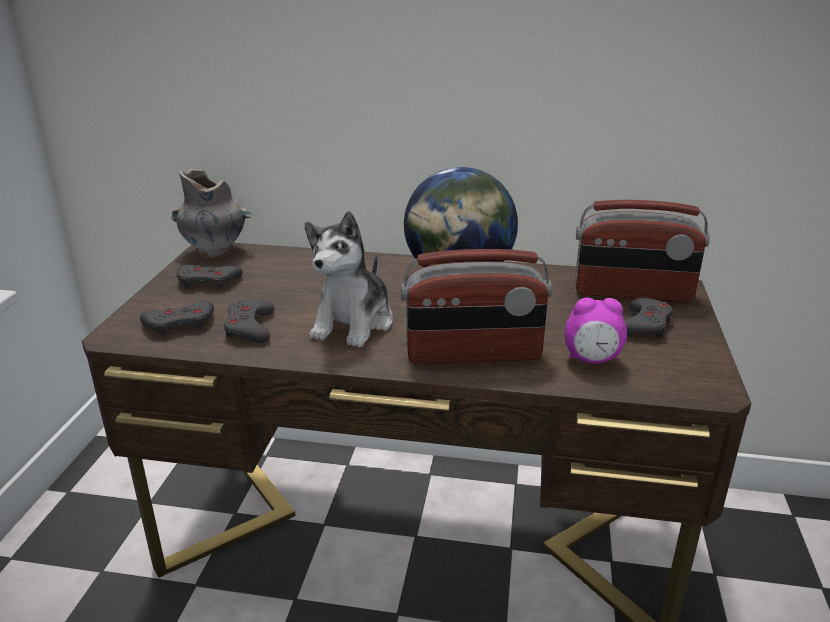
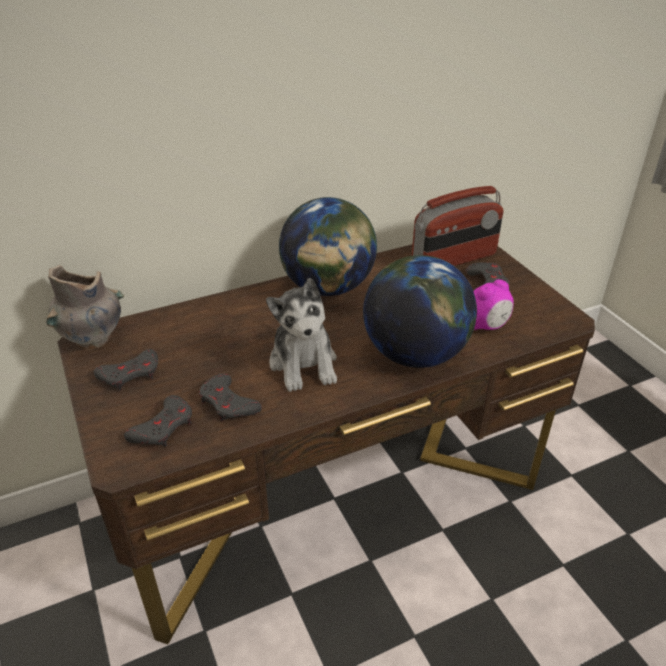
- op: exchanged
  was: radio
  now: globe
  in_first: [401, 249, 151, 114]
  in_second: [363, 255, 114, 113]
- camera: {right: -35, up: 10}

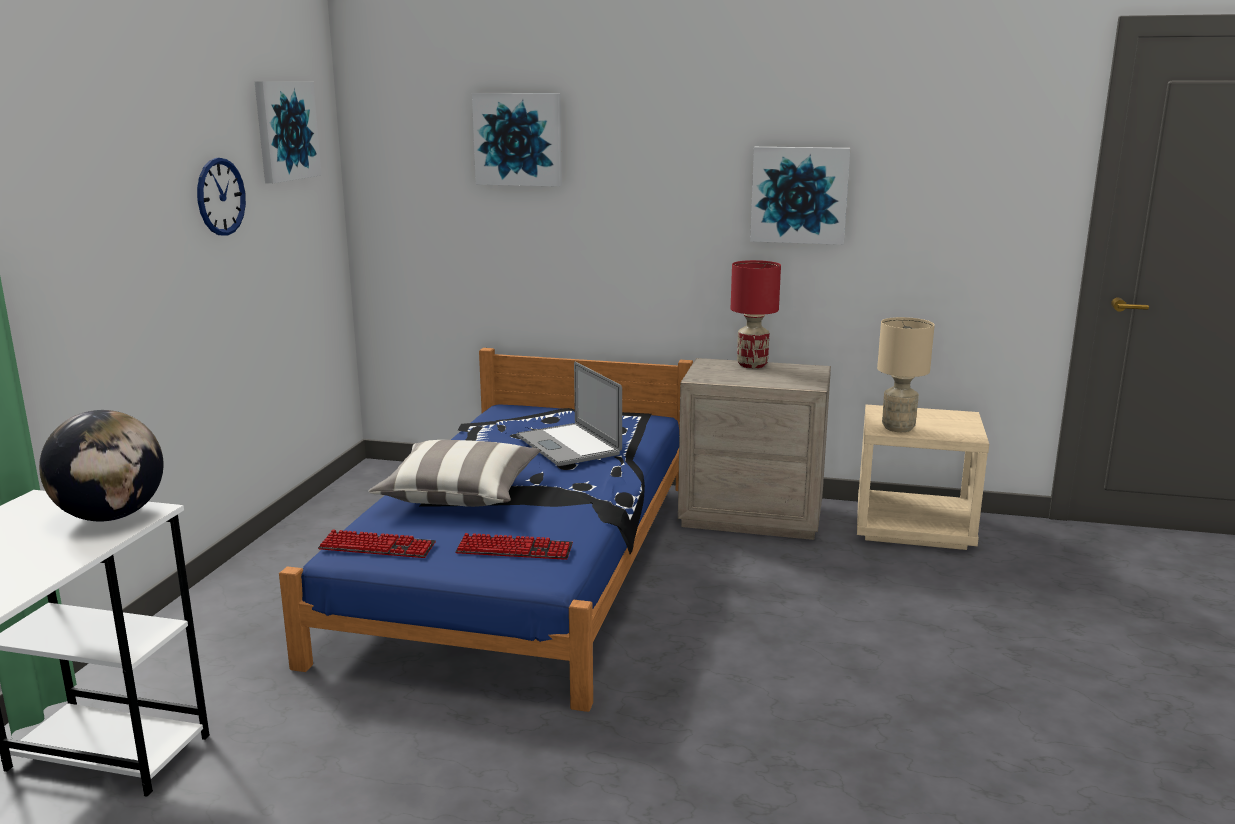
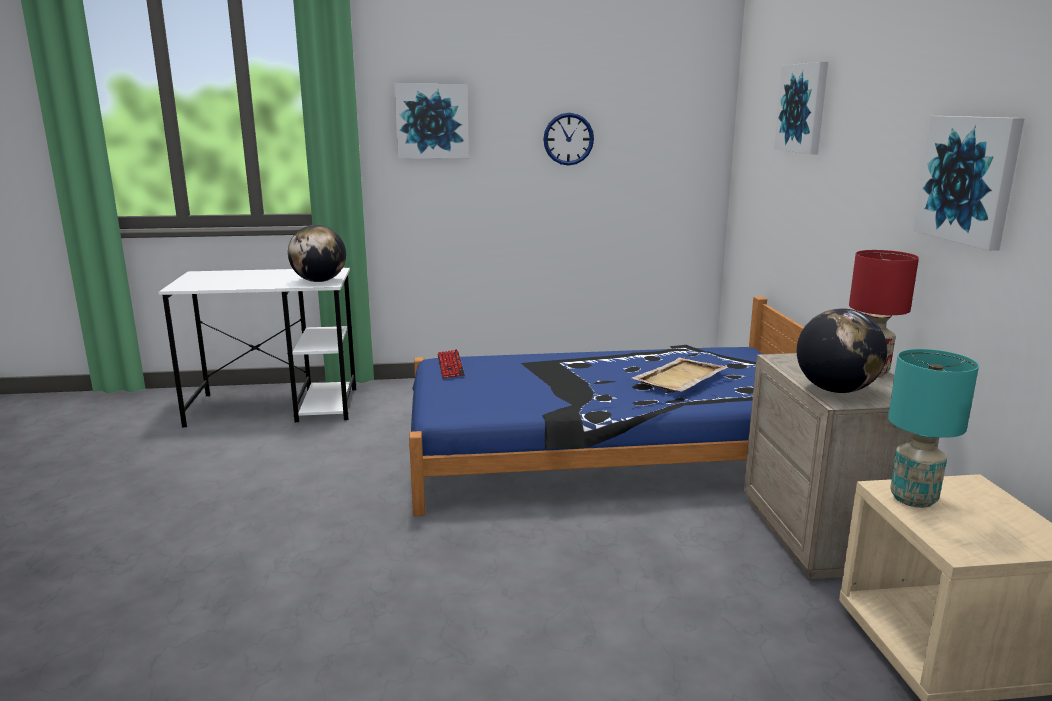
- op: relocated
  was: picture
  in_first: [255, 81, 66, 102]
  in_second: [394, 84, 75, 75]
- op: colour
  was: table lamp (beige)
  now: table lamp (turquoise)
  in_first: [877, 317, 58, 115]
  in_second: [888, 349, 91, 159]
- op: exchanged
  was: laptop
  now: tray (beige)
  in_first: [516, 361, 106, 105]
  in_second: [631, 358, 97, 33]
- op: missing
  was: pillow
  in_first: [369, 440, 171, 67]
- op: missing
  was: keyboard
  in_first: [455, 533, 118, 27]
- op: appeared
  now: globe
  in_second: [797, 308, 90, 85]
- camera: {right: 70, up: 0}

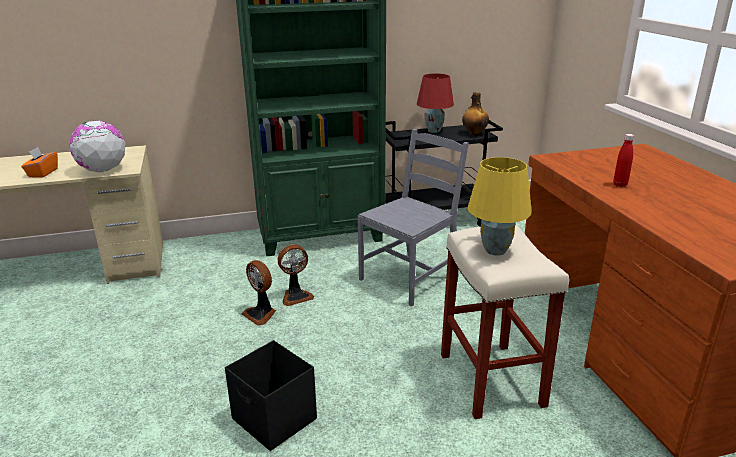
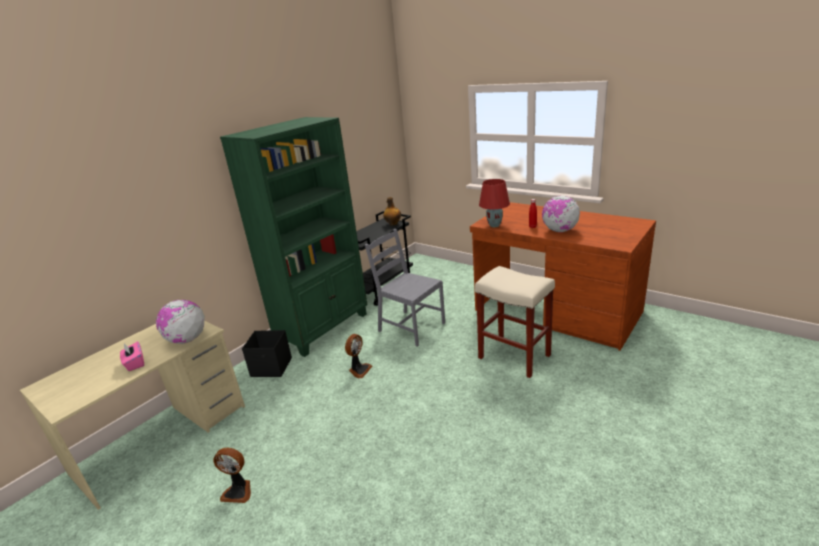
- op: relocated
  was: table lamp (red)
  in_first: [417, 74, 37, 59]
  in_second: [479, 179, 31, 48]
- op: spun
  was: chair (grey)
  in_first: [358, 129, 111, 178]
  in_second: [365, 229, 80, 118]
  clockwise: -60
- op: colour
  was: tissue box (orange)
  now: tissue box (pink)
  in_first: [21, 147, 37, 31]
  in_second: [120, 342, 24, 29]
- op: missing
  was: table lamp (yellow)
  in_first: [467, 157, 65, 98]
- op: relocated
  was: fan
  in_first: [242, 260, 34, 65]
  in_second: [213, 448, 38, 55]
- op: relocated
  was: storage box (black)
  in_first: [225, 340, 92, 111]
  in_second: [242, 330, 50, 47]
- op: appeared
  now: globe
  in_second: [542, 195, 38, 37]
- camera: {right: -35, up: 0}

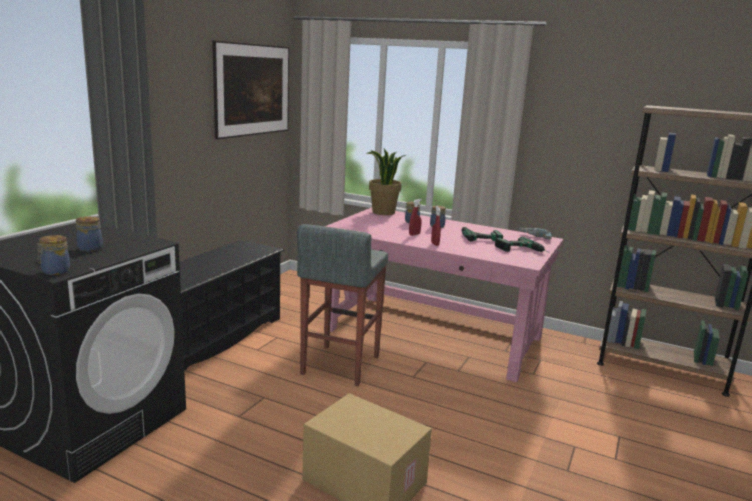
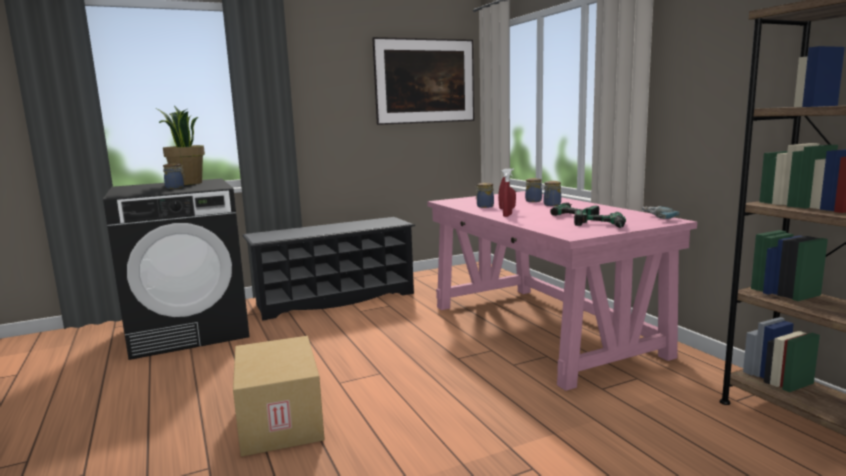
- op: relocated
  was: potted plant
  in_first: [366, 149, 40, 66]
  in_second: [156, 106, 49, 79]
- op: missing
  was: stool (grey)
  in_first: [297, 224, 91, 163]
- op: relocated
  was: jar
  in_first: [37, 235, 33, 40]
  in_second: [475, 183, 19, 25]
- camera: {right: 40, up: -5}

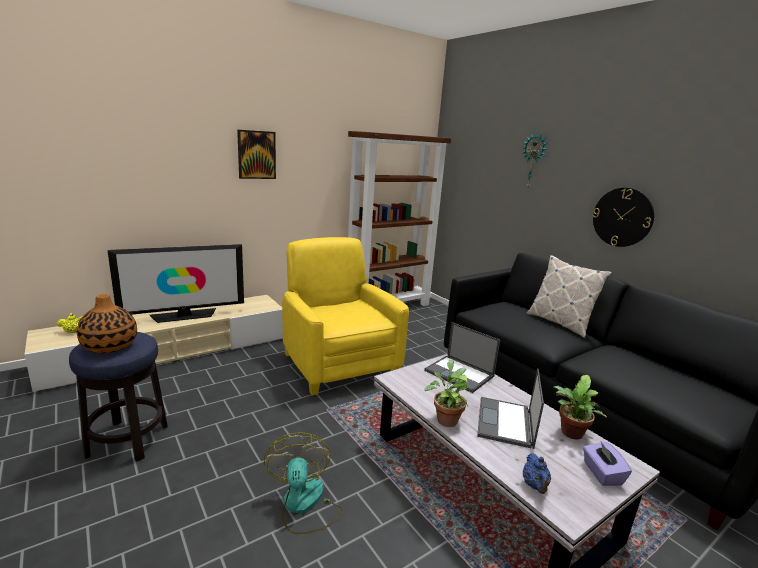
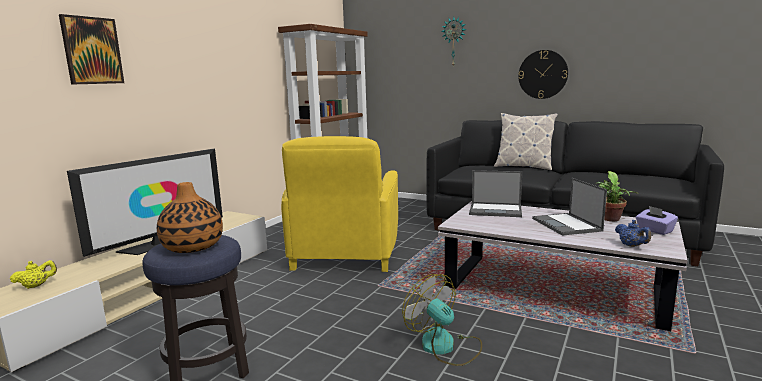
- op: relocated
  was: picture
  in_first: [237, 130, 39, 49]
  in_second: [59, 14, 65, 71]
- op: spun
  was: armchair (yellow)
  in_first: [282, 237, 127, 159]
  in_second: [281, 136, 117, 136]
  clockwise: -120
- op: missing
  was: potted plant
  in_first: [424, 360, 46, 67]
- camera: {right: -25, up: -5}

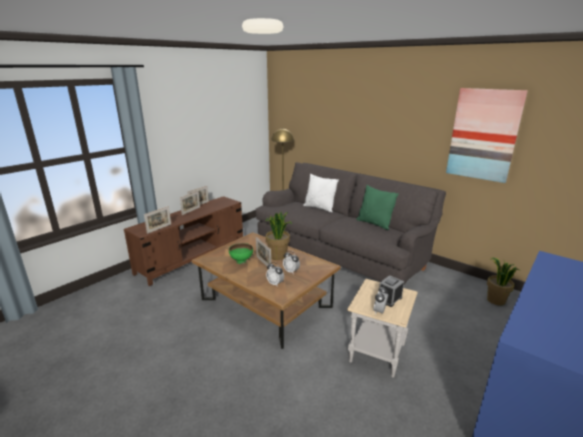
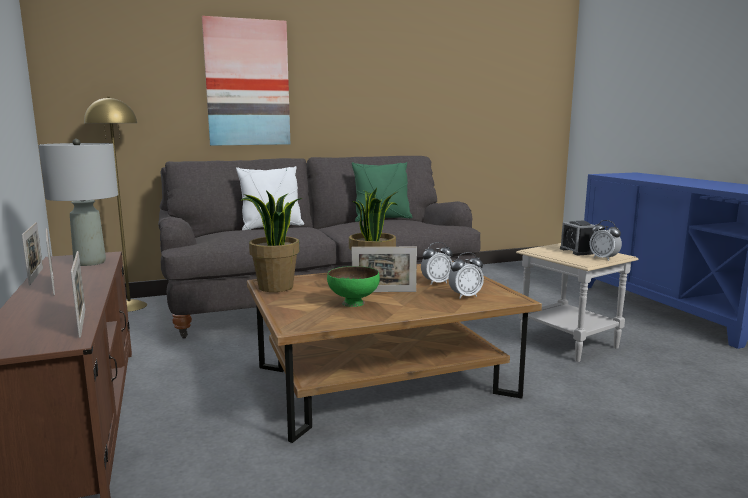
- op: relocated
  was: picture
  in_first: [446, 88, 82, 95]
  in_second: [202, 16, 88, 130]
- op: relocated
  was: potted plant
  in_first: [487, 258, 32, 48]
  in_second: [240, 190, 62, 102]
- op: appeared
  now: table lamp (grey)
  in_second: [38, 139, 80, 127]
- camera: {right: -60, up: -10}

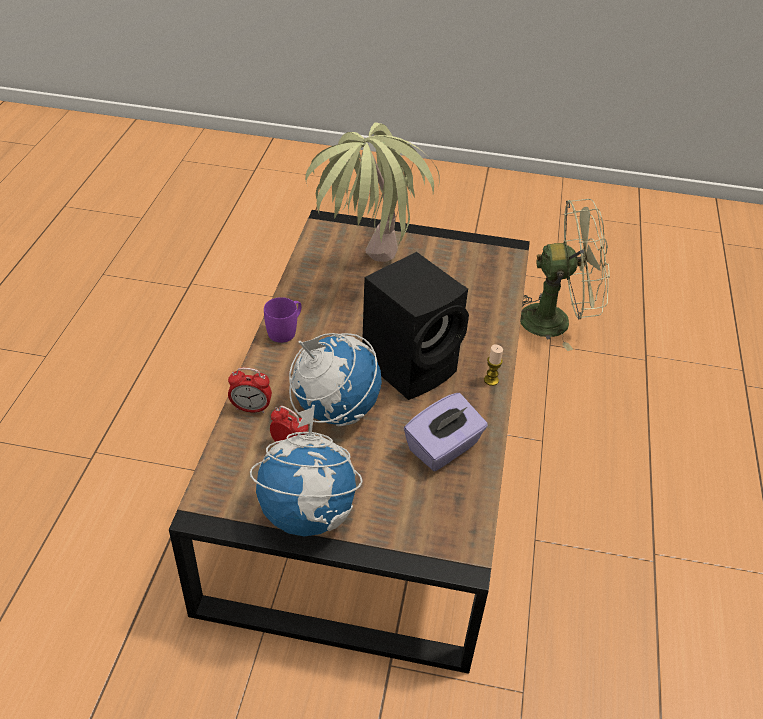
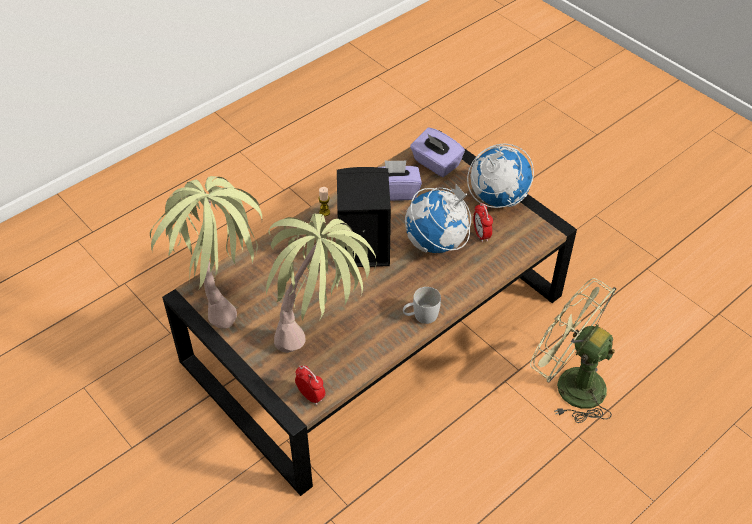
- op: relocated
  was: fan (green)
  in_first: [520, 199, 90, 152]
  in_second: [530, 278, 86, 145]
- op: colour
  was: mug (purple)
  now: mug (white)
  in_first: [264, 297, 38, 46]
  in_second: [403, 287, 38, 37]
- op: relocated
  was: alarm clock
  in_first: [228, 368, 44, 45]
  in_second: [295, 366, 31, 39]
- op: appeared
  now: tissue box (purple)
  in_second: [410, 127, 55, 50]
- op: appeared
  now: potted plant
  in_second: [150, 176, 112, 153]
- camera: {right: -140, up: 5}

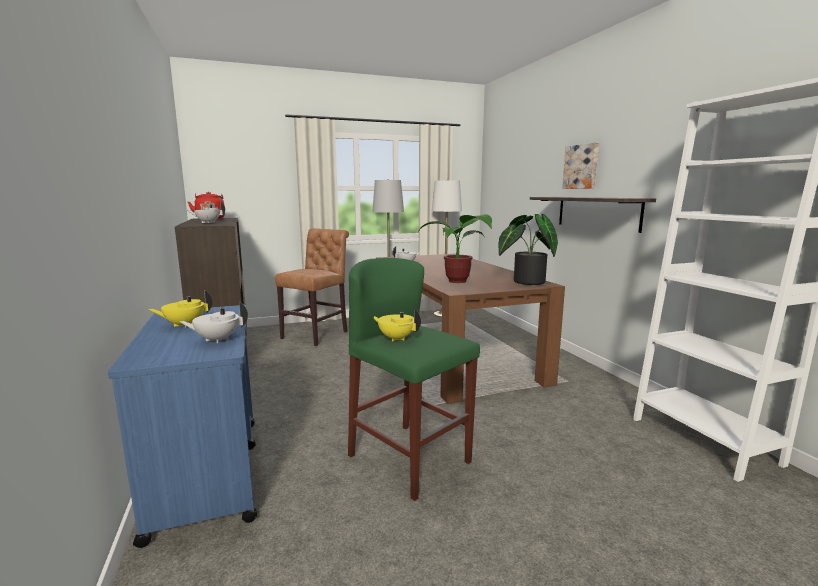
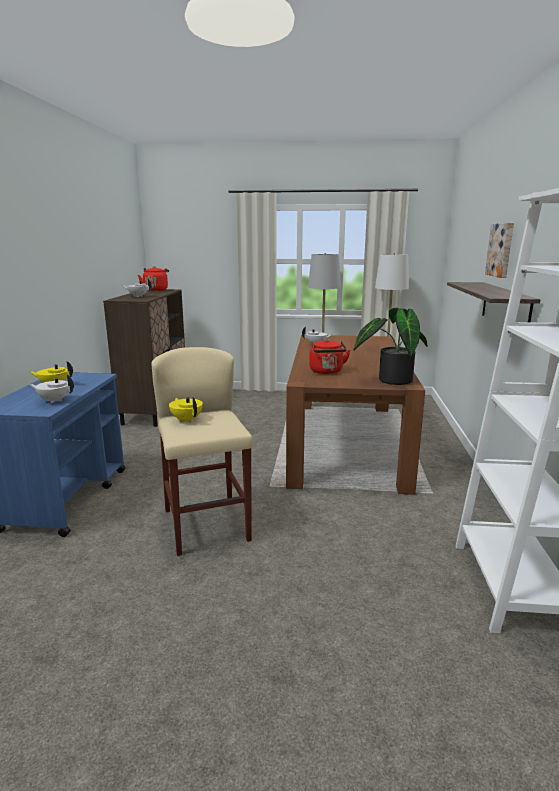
- op: exchanged
  was: potted plant
  now: kettle (red)
  in_first: [418, 214, 74, 69]
  in_second: [309, 339, 41, 35]
- op: missing
  was: chair (brown)
  in_first: [275, 228, 74, 118]
- op: colour
  was: stool (green)
  now: stool (beige)
  in_first: [348, 258, 132, 243]
  in_second: [151, 347, 102, 209]
- camera: {right: 25, up: 5}

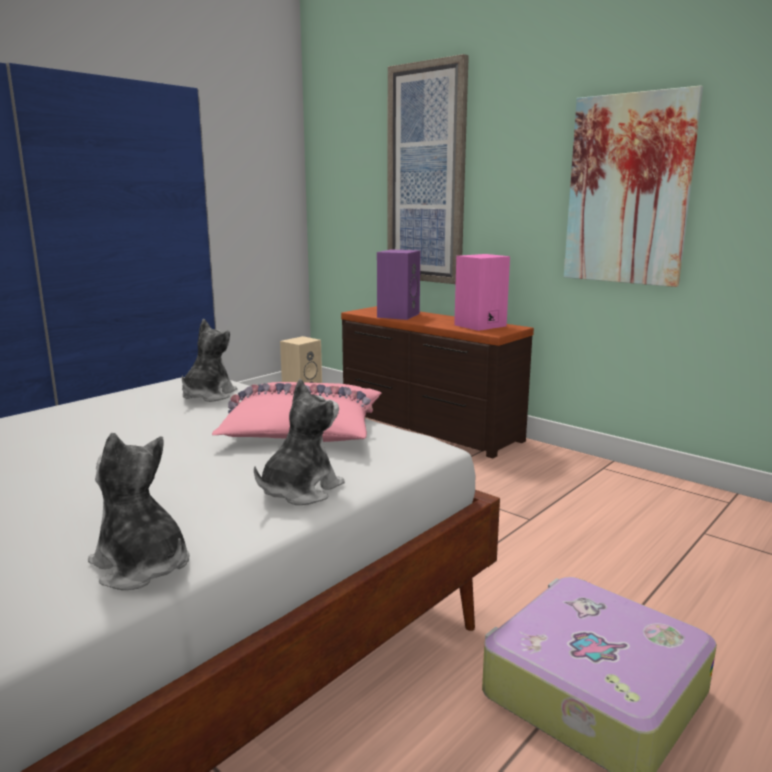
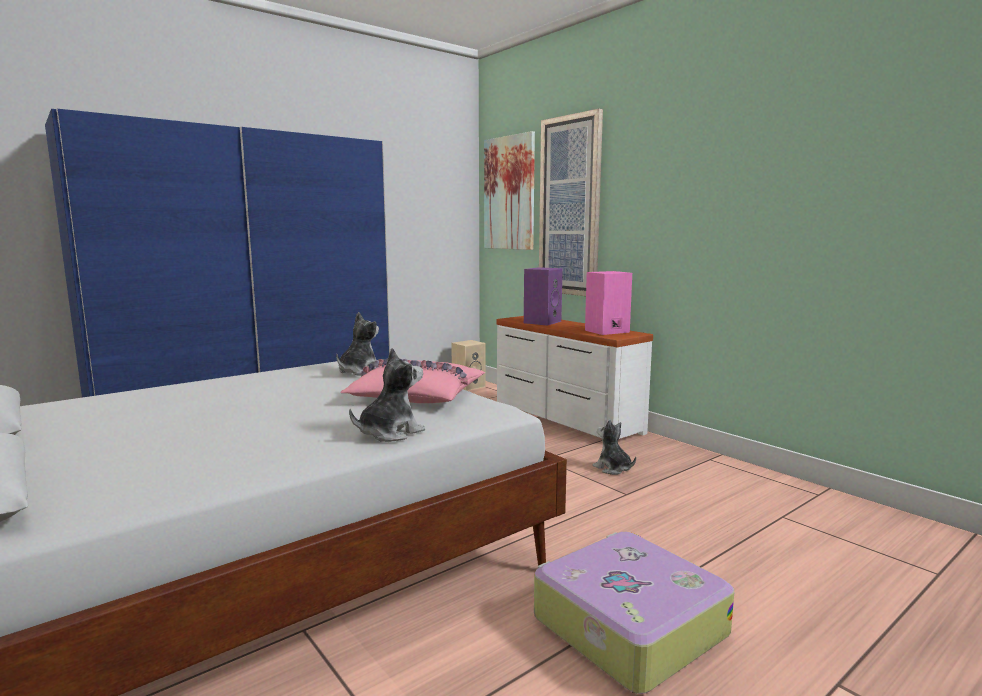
- op: relocated
  was: picture
  in_first: [564, 86, 139, 201]
  in_second: [484, 131, 51, 119]
- op: colour
  was: dresser (brown)
  now: dresser (white)
  in_first: [341, 306, 193, 152]
  in_second: [497, 316, 156, 123]
- op: relocated
  was: plush toy
  in_first: [88, 433, 101, 157]
  in_second: [592, 420, 44, 55]
- camera: {right: 10, up: -5}

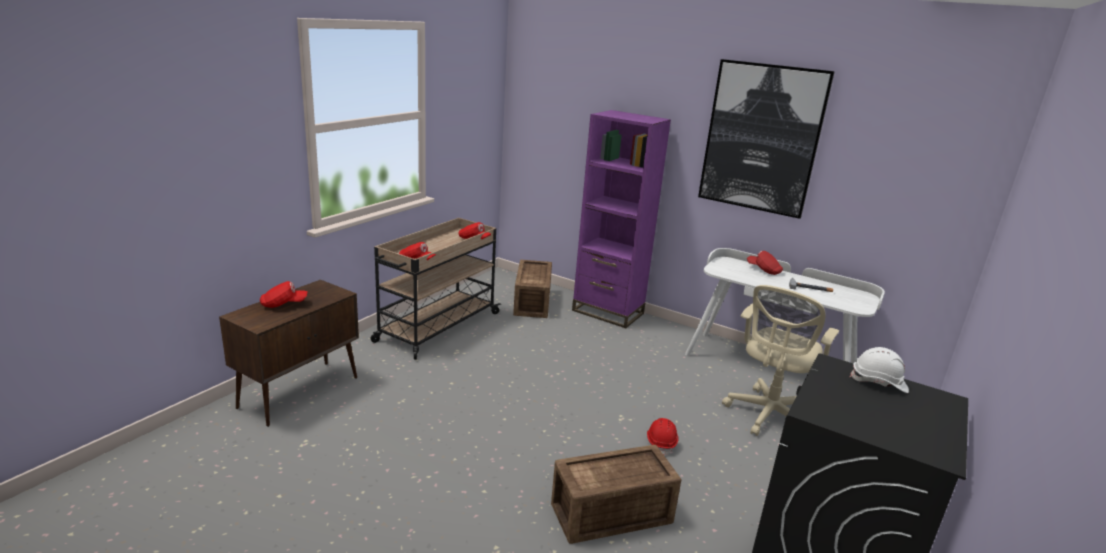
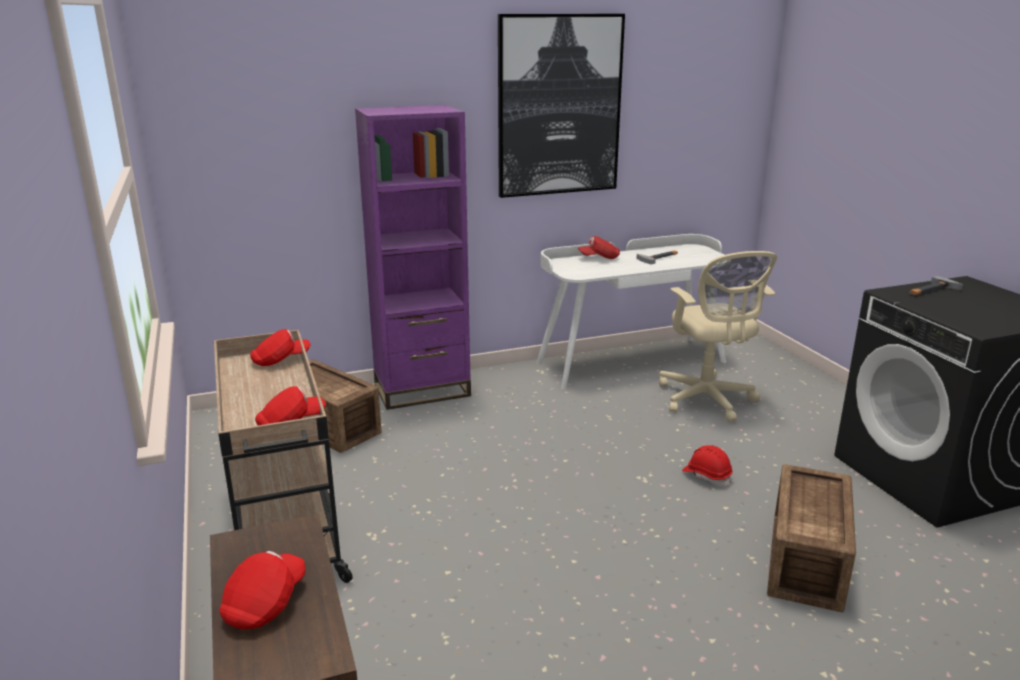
- op: exchanged
  was: hard hat (white)
  now: hammer
  in_first: [850, 347, 59, 46]
  in_second: [909, 276, 54, 19]
- camera: {right: -50, up: 0}

